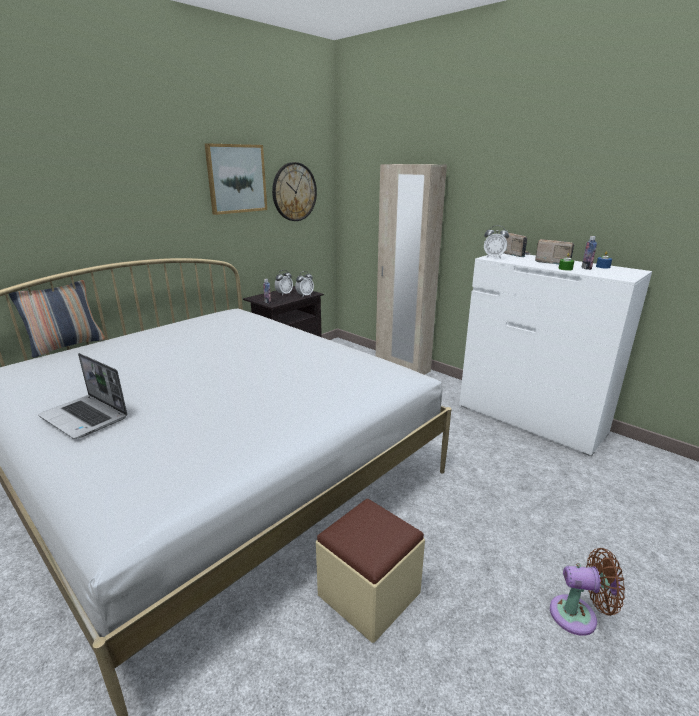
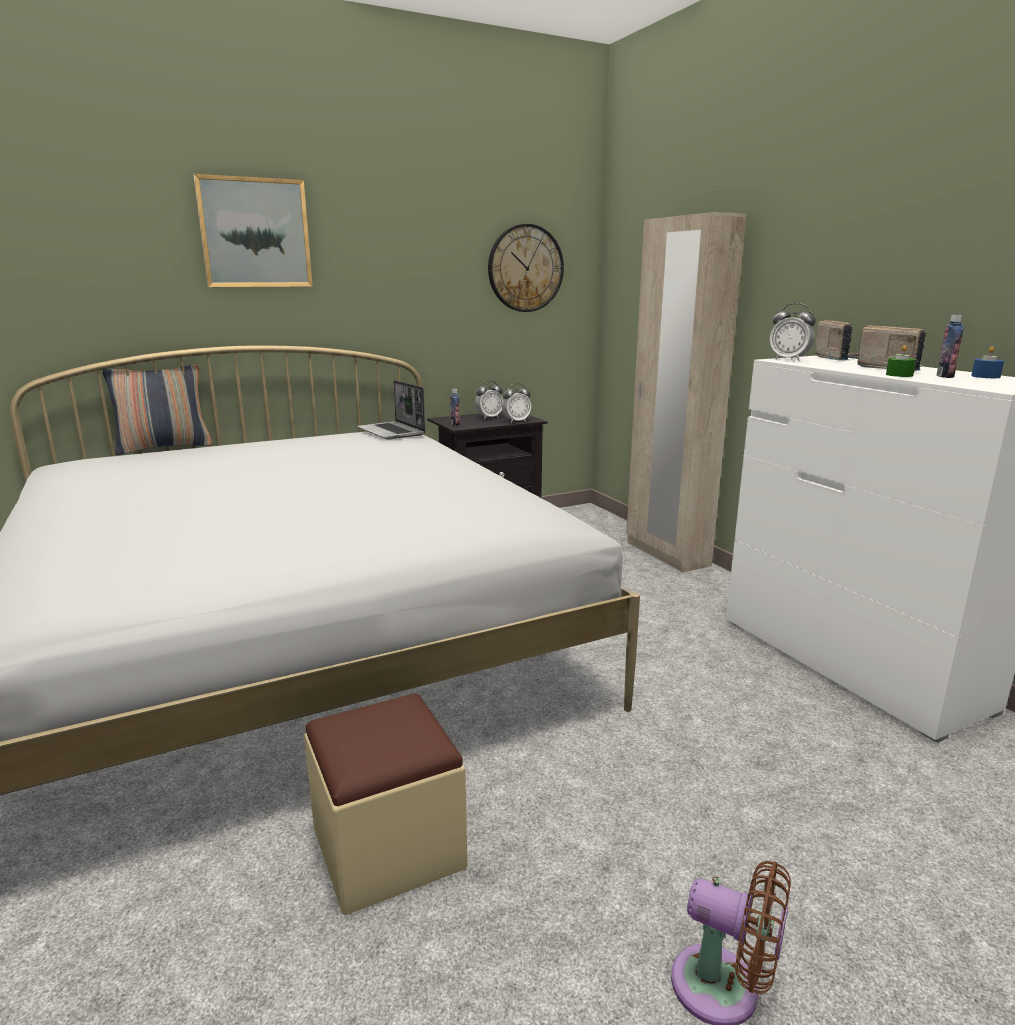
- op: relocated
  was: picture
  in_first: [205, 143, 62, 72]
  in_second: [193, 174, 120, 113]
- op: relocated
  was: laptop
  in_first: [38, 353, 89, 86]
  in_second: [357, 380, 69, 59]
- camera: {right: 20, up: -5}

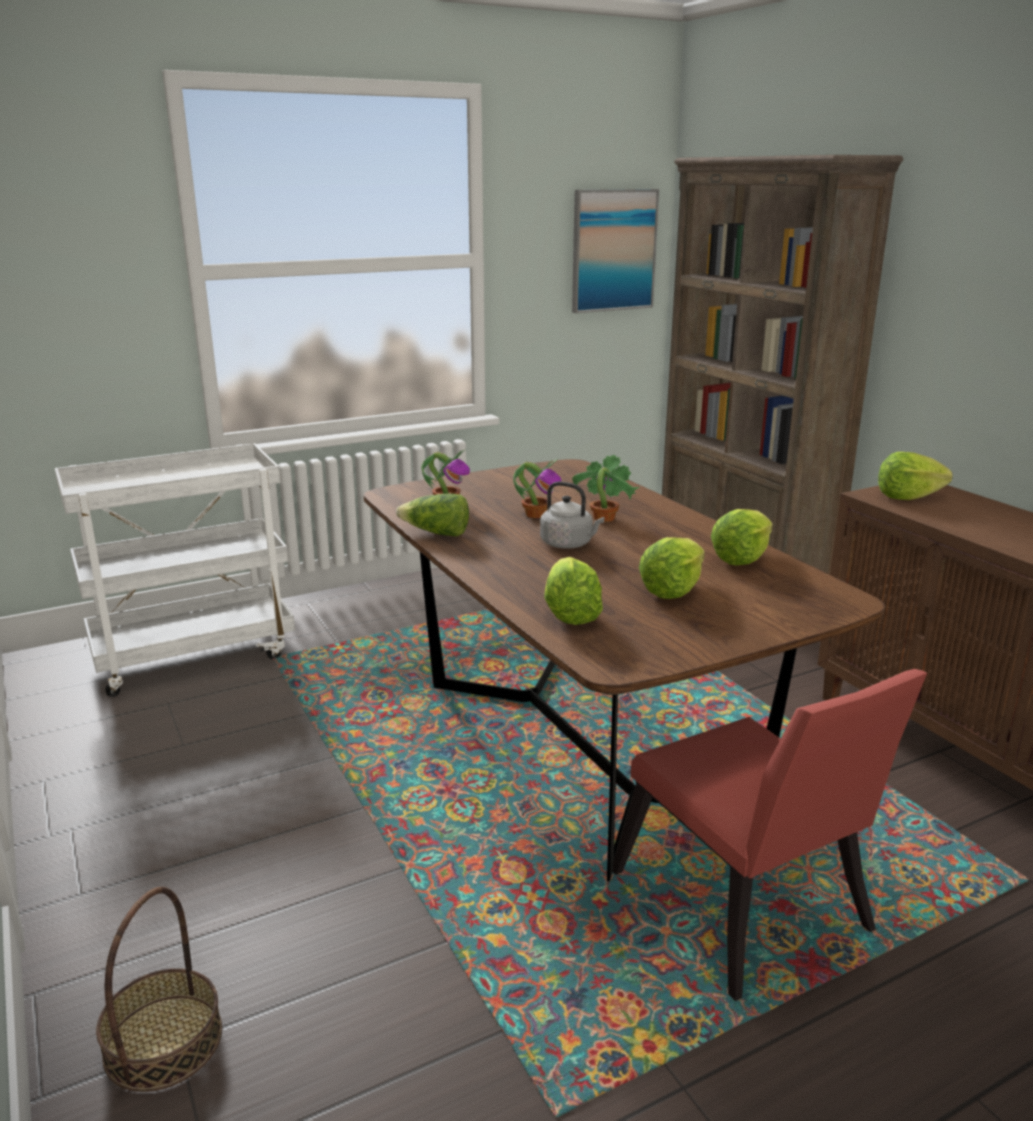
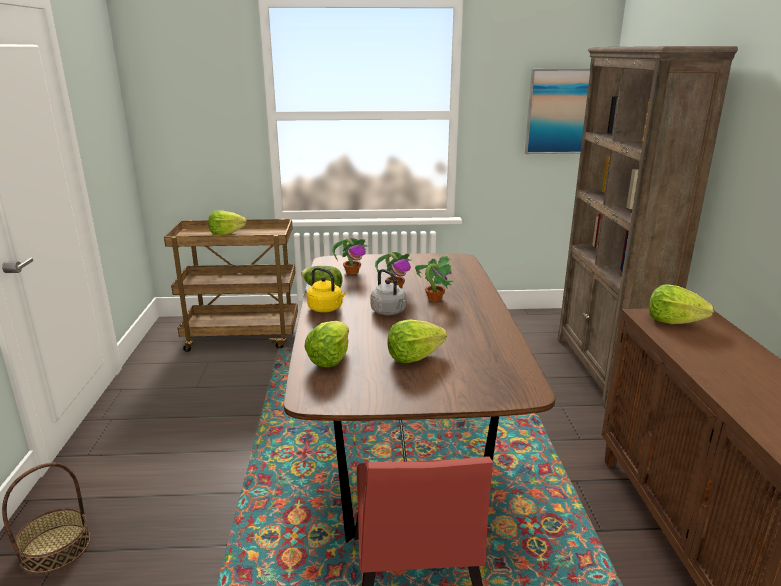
- op: colour
  was: cart (white)
  now: cart (brown)
  in_first: [55, 443, 240, 254]
  in_second: [164, 219, 134, 133]
- op: relocated
  was: lettuce
  in_first: [711, 509, 62, 56]
  in_second: [208, 210, 39, 25]
- op: appeared
  now: kettle (yellow)
  in_second: [307, 267, 39, 45]
- camera: {right: 25, up: 0}

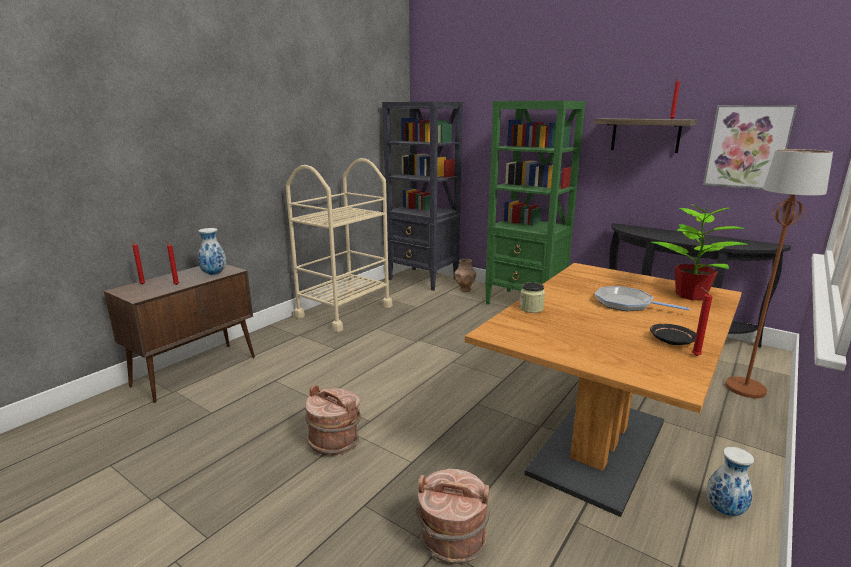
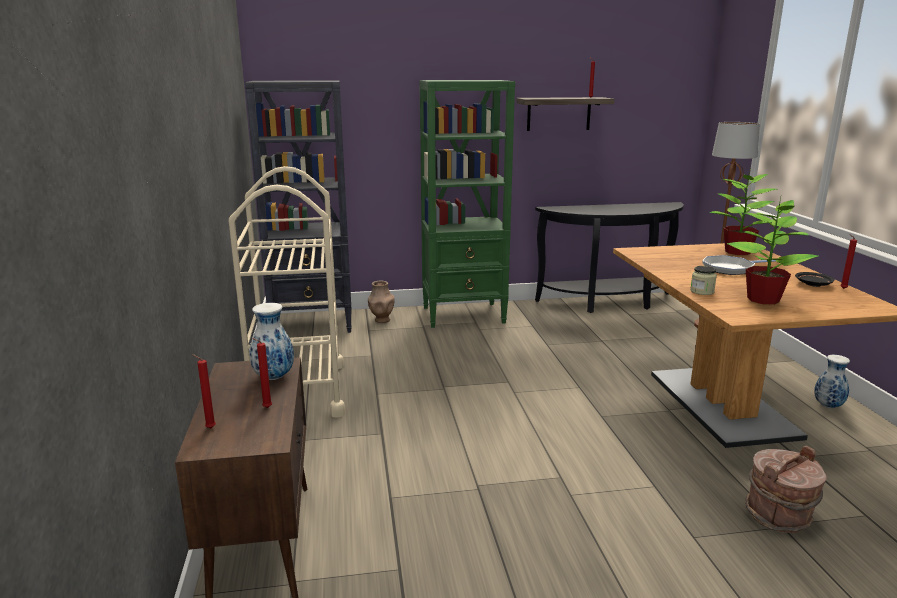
- op: missing
  was: picture
  in_first: [703, 105, 94, 85]
- op: missing
  was: bucket (brown)
  in_first: [305, 385, 56, 71]
- op: appeared
  now: potted plant
  in_second: [727, 197, 91, 108]
- camera: {right: -45, up: 0}

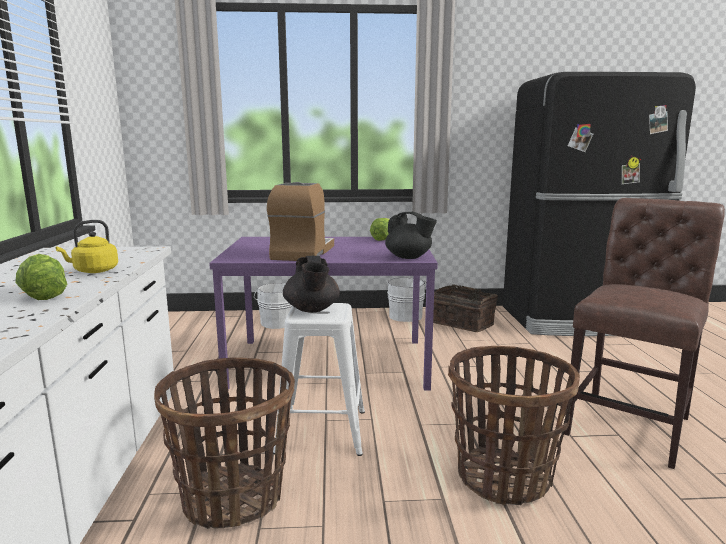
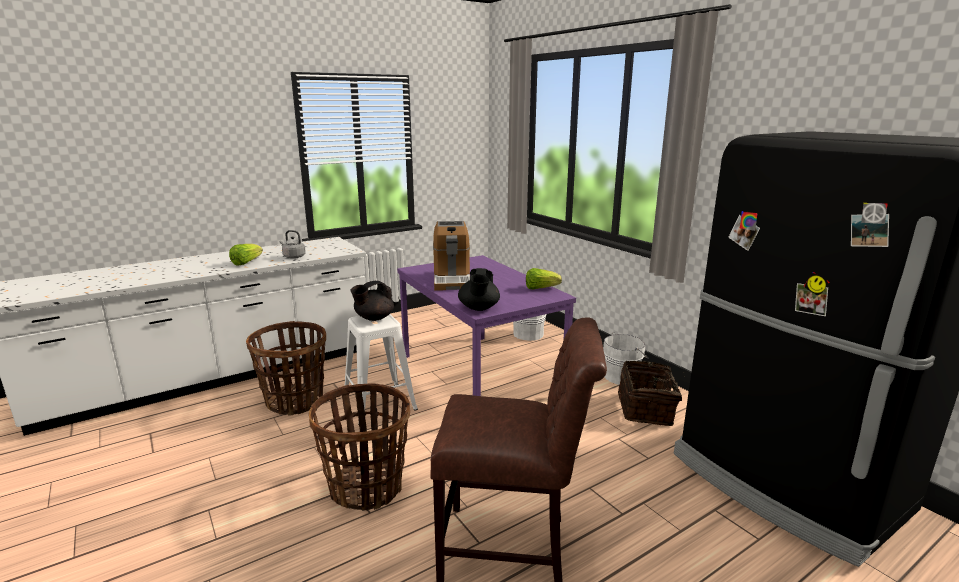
- op: spun
  was: coffee machine
  in_first: [267, 182, 67, 79]
  in_second: [433, 221, 37, 70]
  clockwise: 105
- op: colour
  was: kettle (yellow)
  now: kettle (grey)
  in_first: [56, 220, 62, 53]
  in_second: [280, 230, 26, 29]
- camera: {right: 60, up: 5}

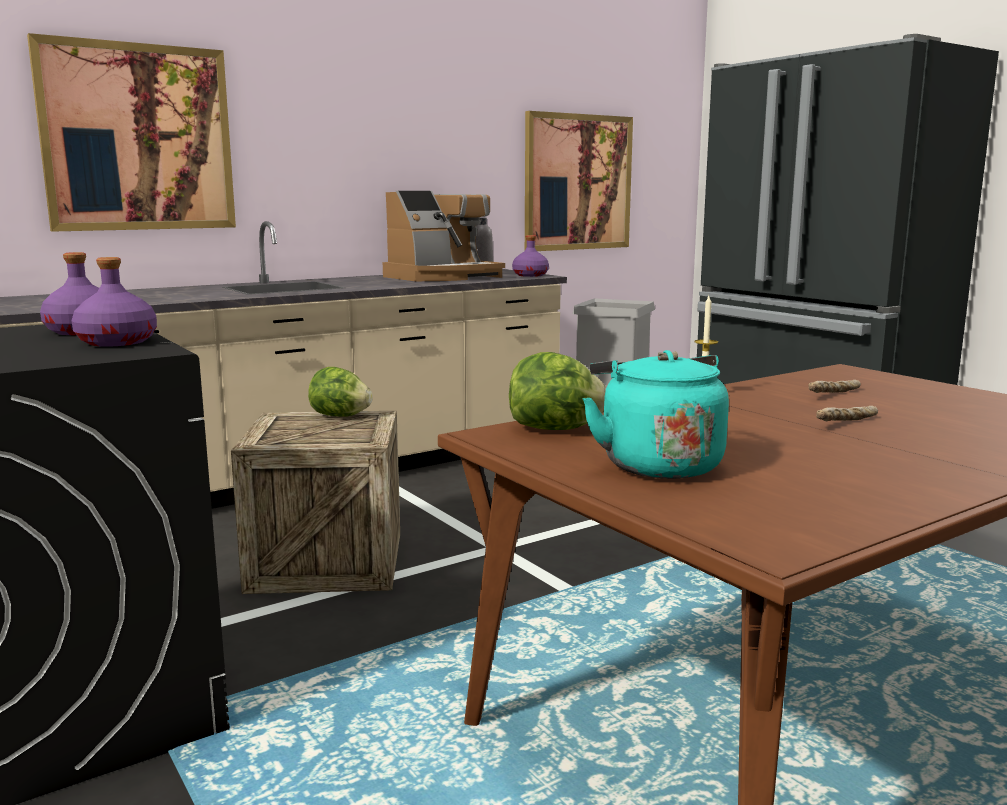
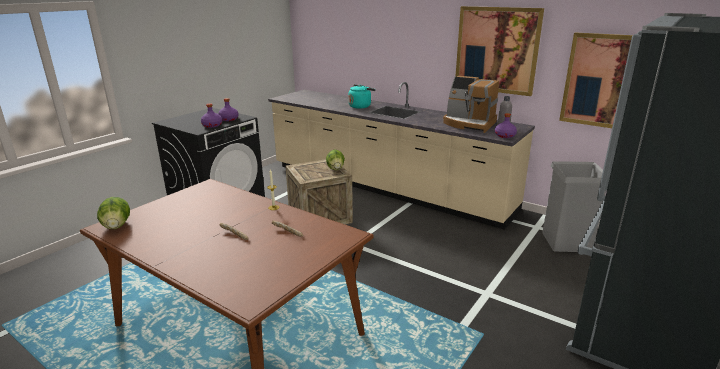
- op: relocated
  was: picture
  in_first: [27, 33, 209, 199]
  in_second: [455, 6, 89, 90]
- op: relocated
  was: kettle (turquoise)
  in_first: [582, 350, 147, 129]
  in_second: [348, 85, 28, 24]
- op: relocated
  was: lettuce
  in_first: [509, 352, 98, 78]
  in_second: [97, 197, 33, 32]
- camera: {right: 70, up: 10}

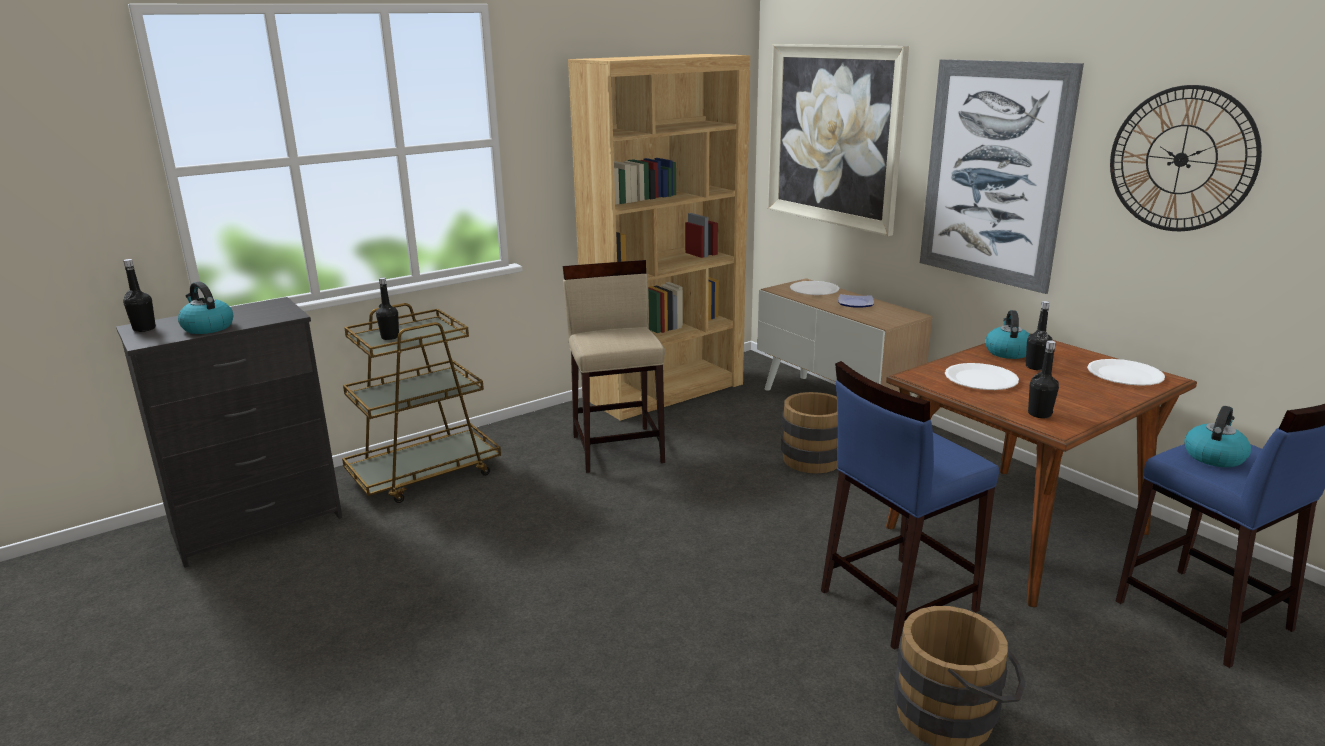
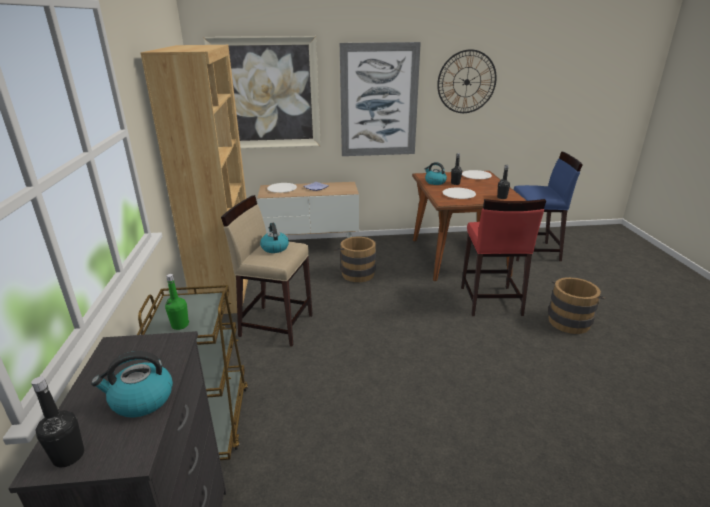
- op: colour
  was: bottle (black)
  now: bottle (green)
  in_first: [376, 277, 23, 63]
  in_second: [165, 274, 24, 56]
- op: colour
  was: stool (blue)
  now: stool (red)
  in_first: [821, 361, 178, 289]
  in_second: [461, 199, 85, 117]
- op: relocated
  was: kettle
  in_first: [1184, 406, 67, 61]
  in_second: [260, 223, 29, 30]
- camera: {right: -60, up: 5}

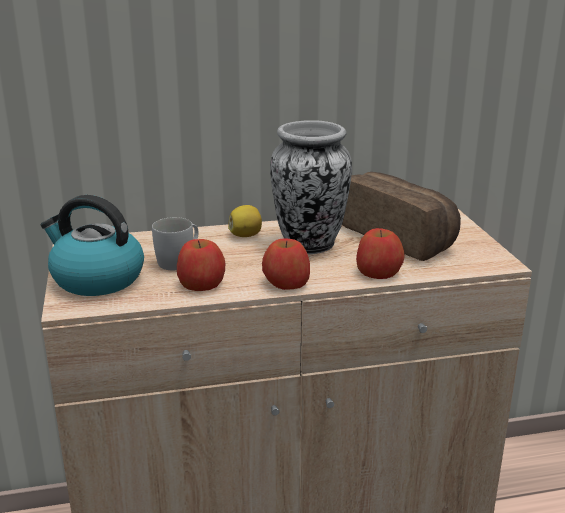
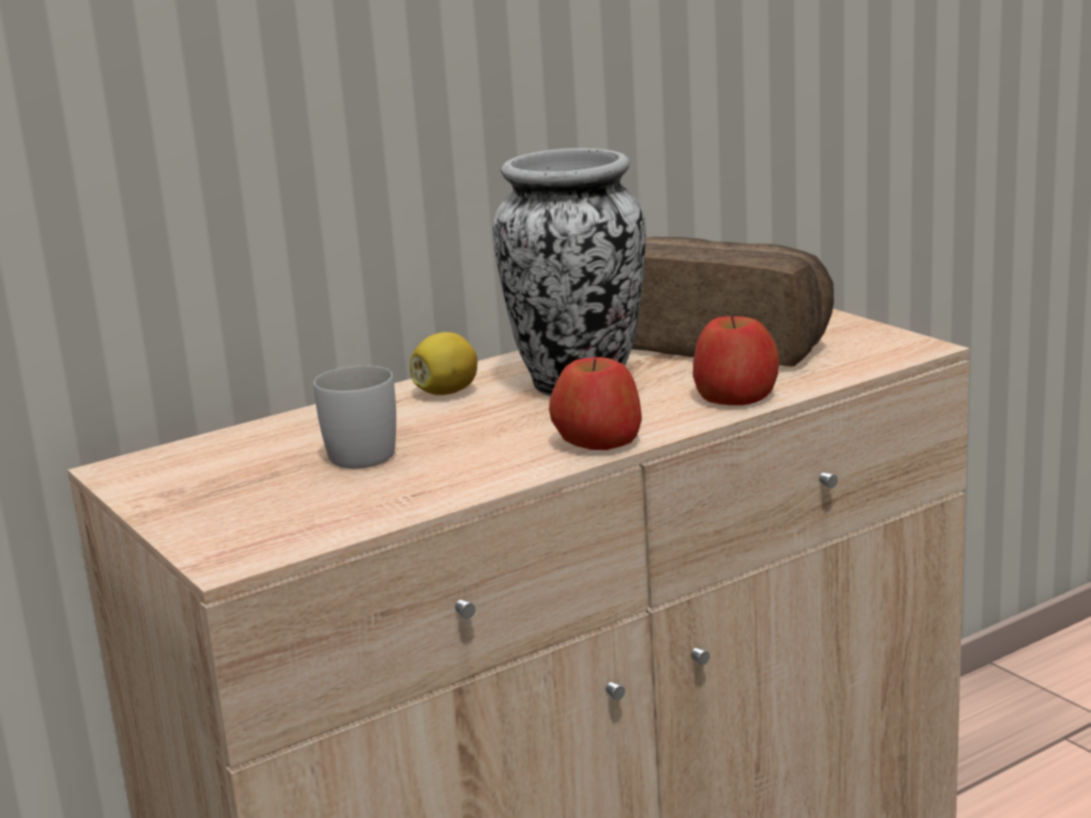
- op: missing
  was: kettle
  in_first: [41, 195, 103, 101]
- op: missing
  was: apple
  in_first: [177, 239, 48, 52]
- camera: {right: -20, up: -5}

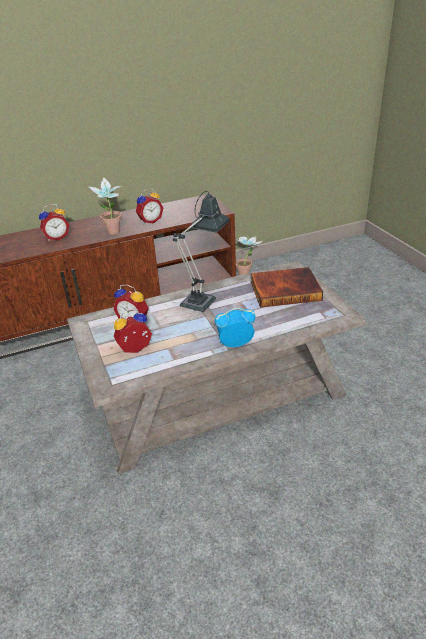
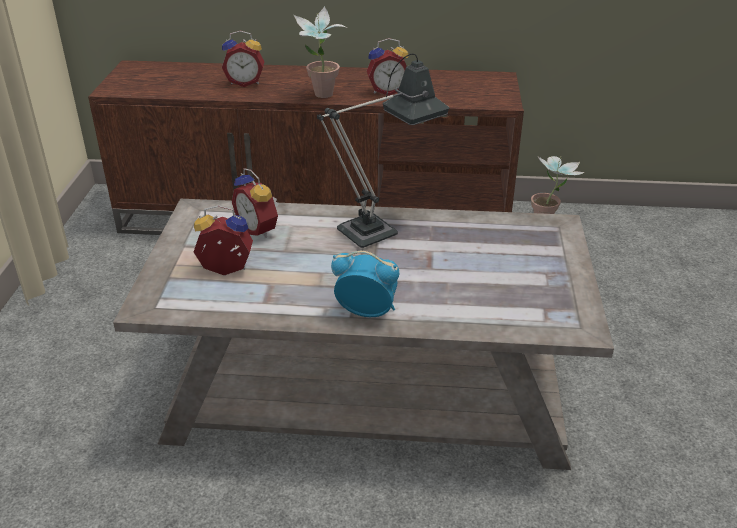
- op: missing
  was: book
  in_first: [251, 267, 72, 41]
- camera: {right: 25, up: 0}

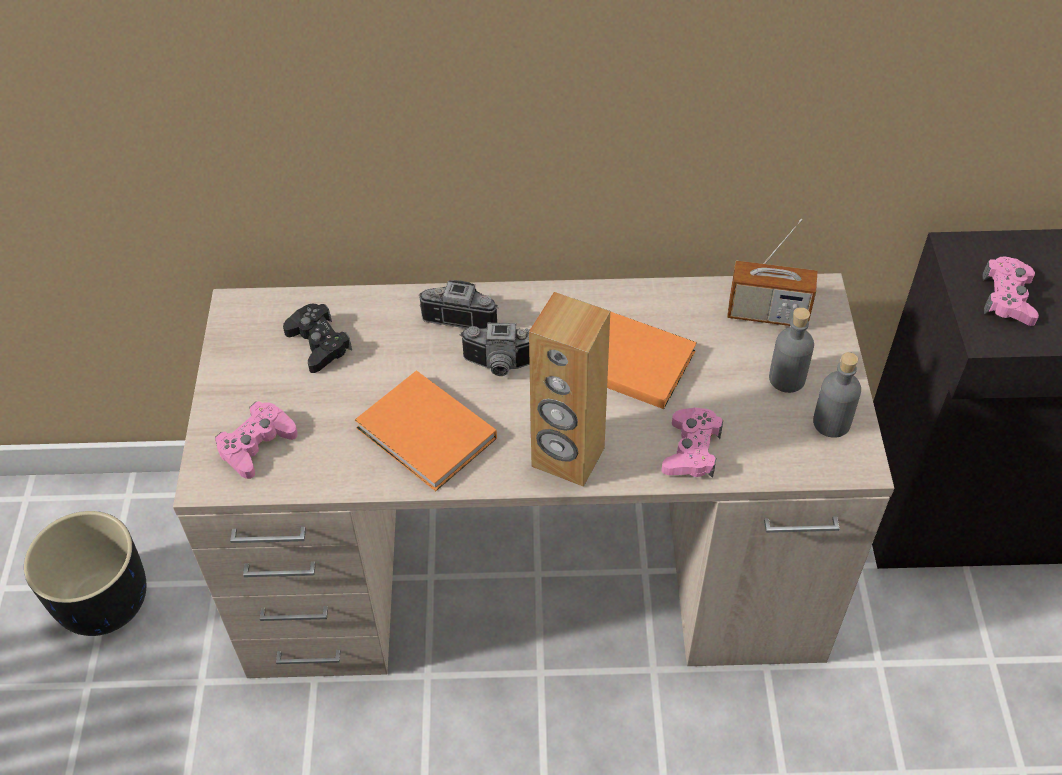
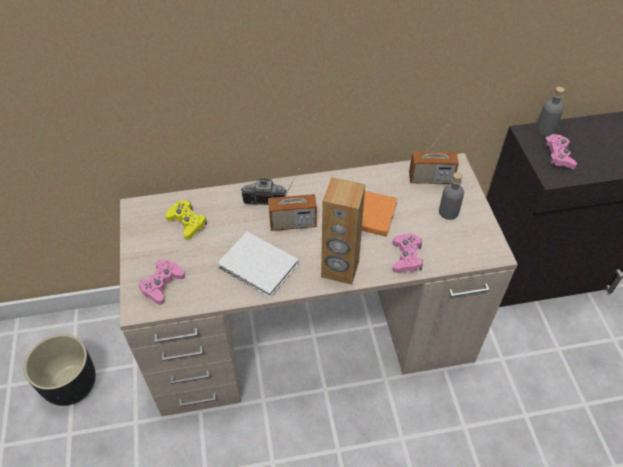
- op: colour
  was: game controller (black)
  now: game controller (yellow)
  in_first: [283, 303, 69, 70]
  in_second: [166, 200, 41, 40]
- op: exchanged
  was: photo camera
  now: radio
  in_first: [459, 323, 71, 53]
  in_second: [268, 168, 49, 63]
- op: relocated
  was: bottle (grey)
  in_first: [813, 352, 48, 86]
  in_second: [536, 87, 29, 49]
- op: colour
  was: book (orange)
  now: book (white)
  in_first: [355, 370, 142, 121]
  in_second: [217, 232, 82, 66]
- camera: {right: -10, up: 0}

